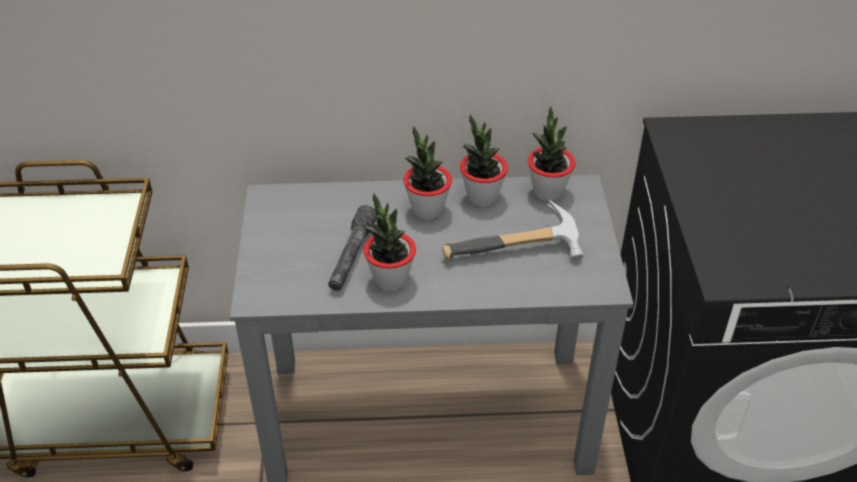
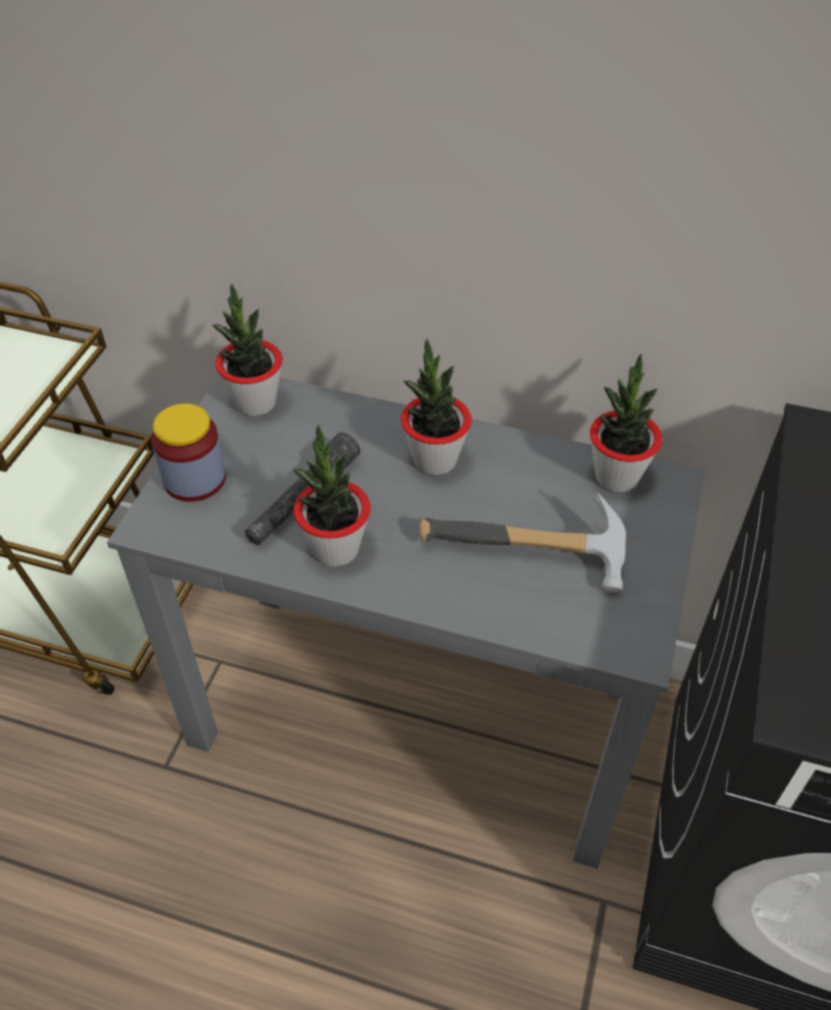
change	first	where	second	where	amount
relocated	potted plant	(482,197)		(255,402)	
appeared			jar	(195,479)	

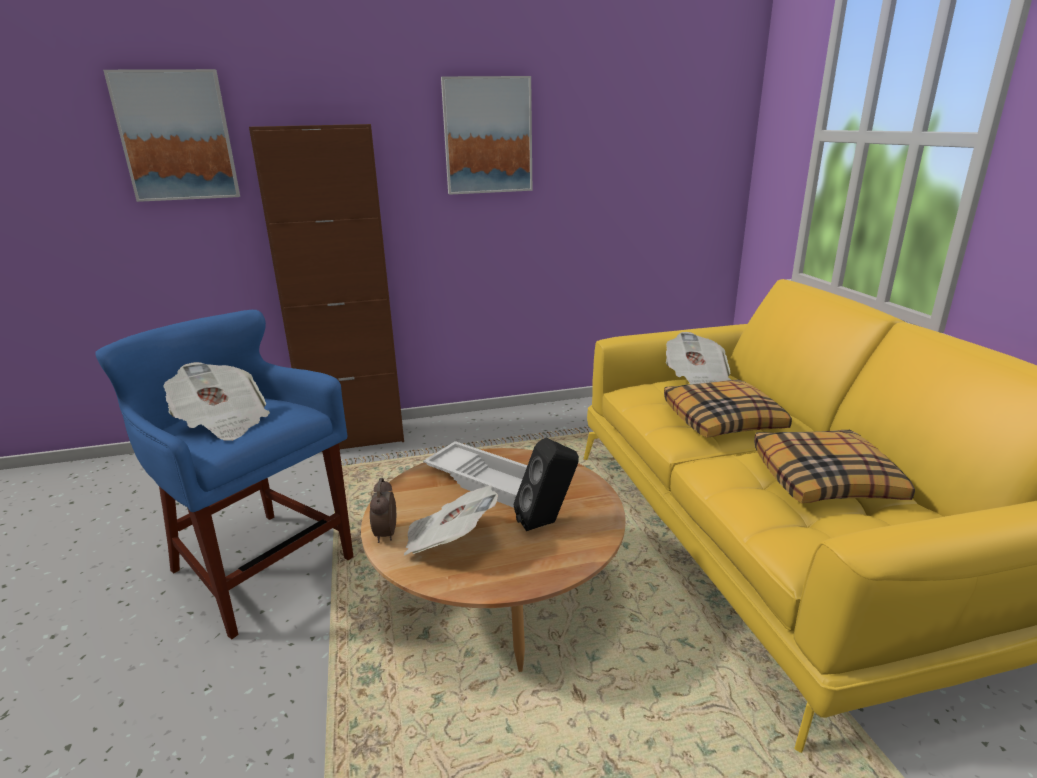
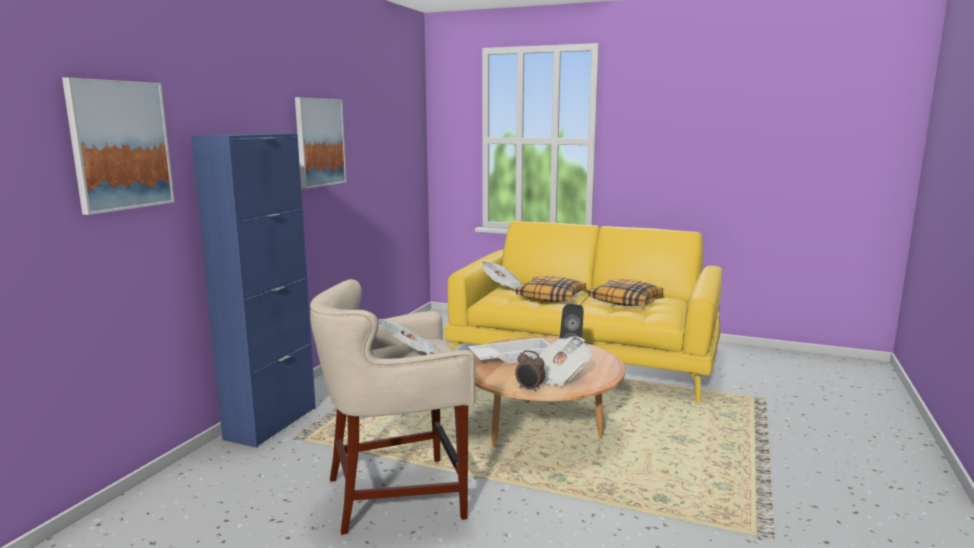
change	first	where	second	where	amount
colour	blue stool	(260,568)	beige stool	(398,495)	
colour	brown cabinet	(356,438)	blue cabinet	(271,423)	

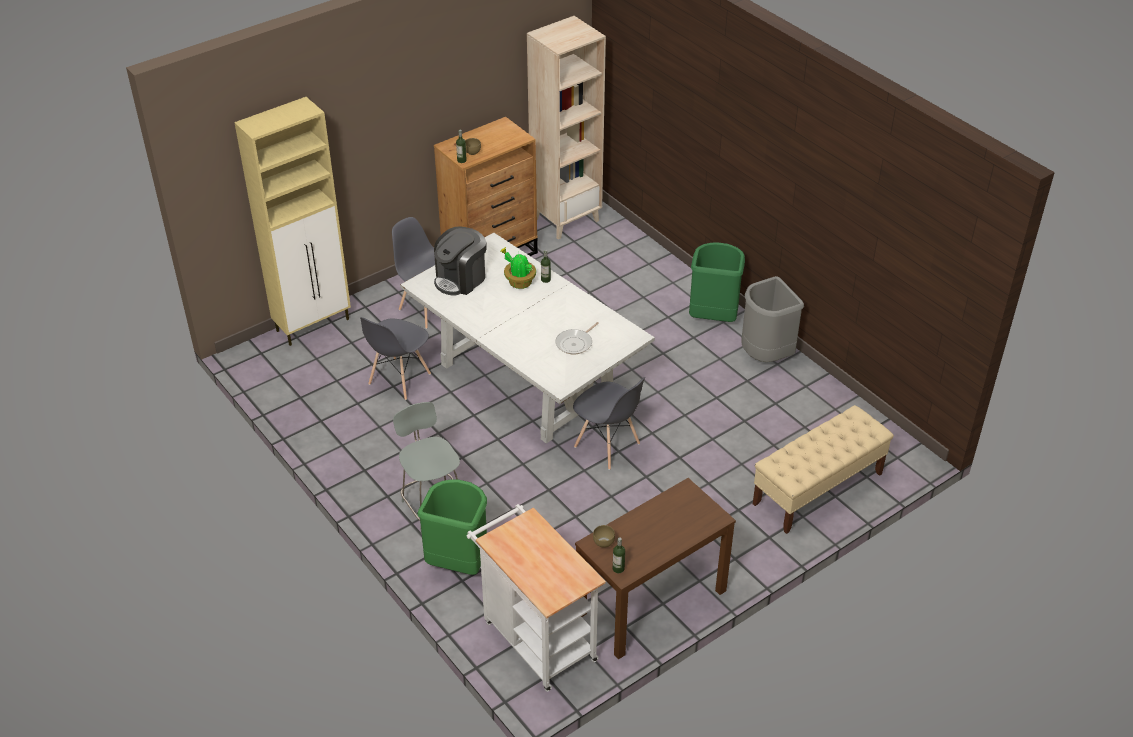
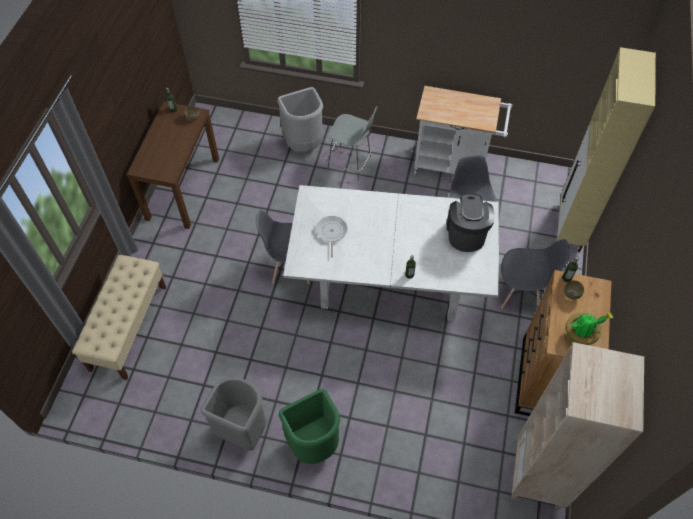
change	first	where	second	where	amount
colour	green trash can	(459,563)	grey trash can	(304,145)	
relocated	white cart	(535,637)		(454,165)	
relocated	potted plant	(519,282)		(580,335)	

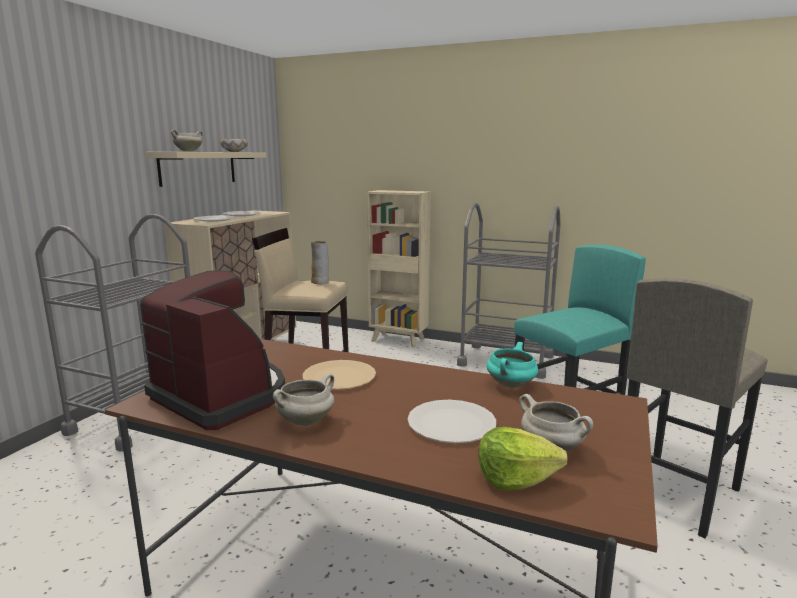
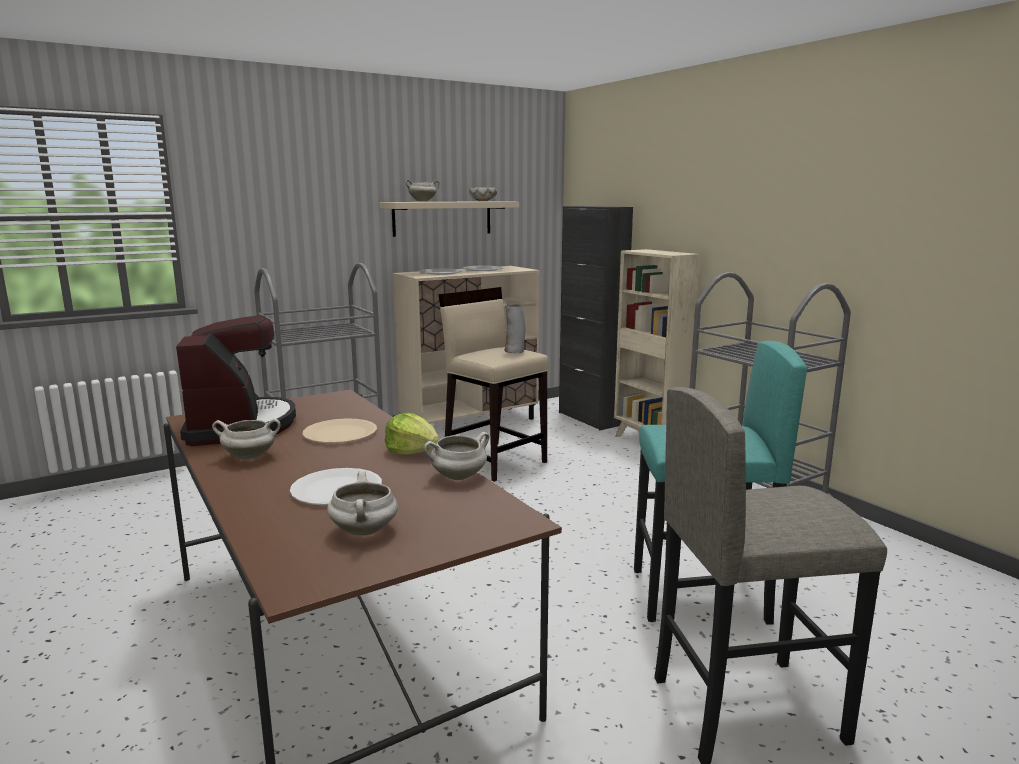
change	first	where	second	where	amount
relocated	lettuce	(515,478)		(412,451)	
colour	turquoise cooking pot	(511,385)	white cooking pot	(458,477)	
appeared			black cabinet	(590,418)	

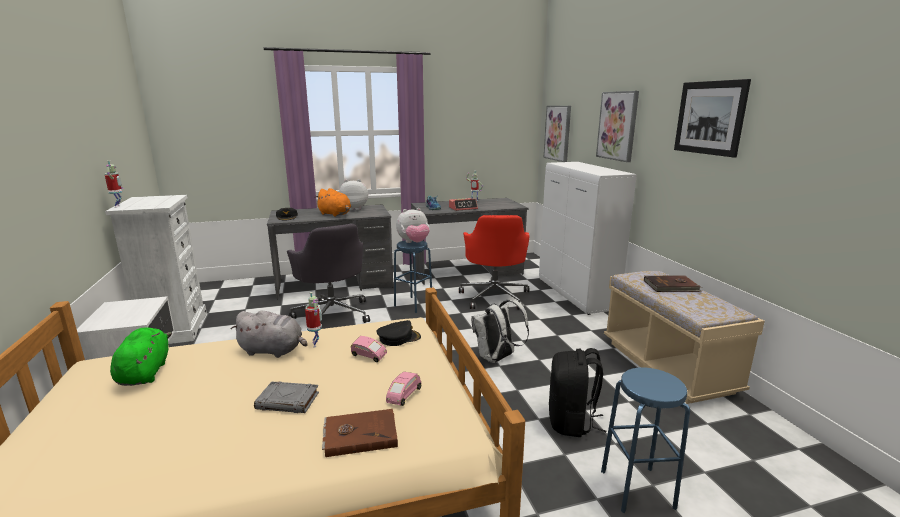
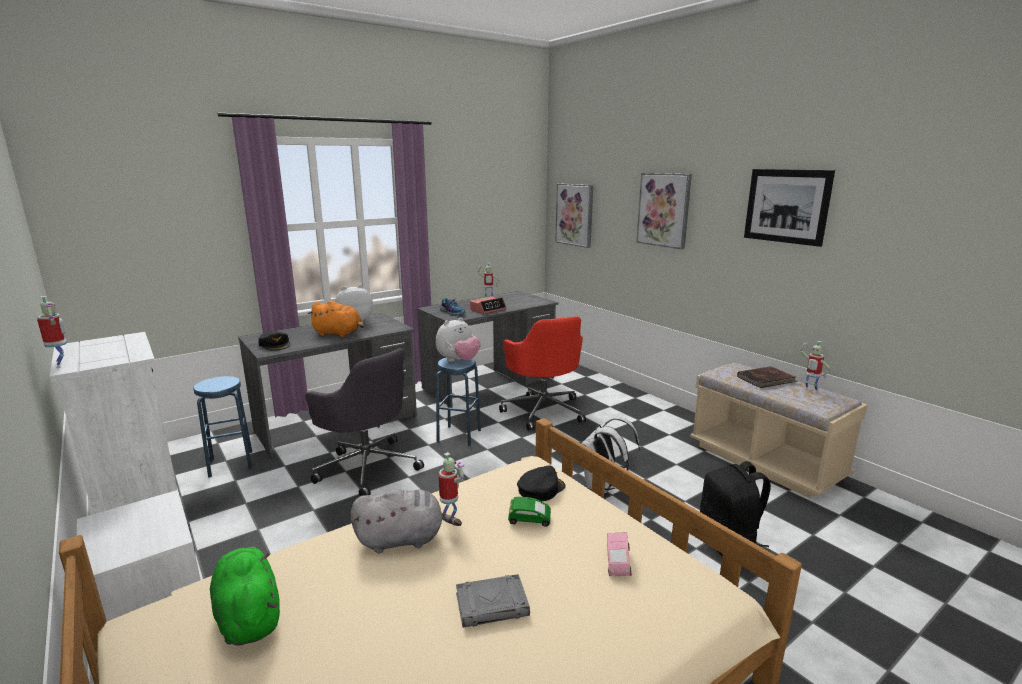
change	first	where	second	where	amount
missing	brown book	(360,434)			
colour	pink toy car	(368,356)	green toy car	(529,521)	
missing	white cabinet	(576,295)			
relocated	blue stool	(637,489)		(231,464)	
appeared			toy robot	(810,390)	

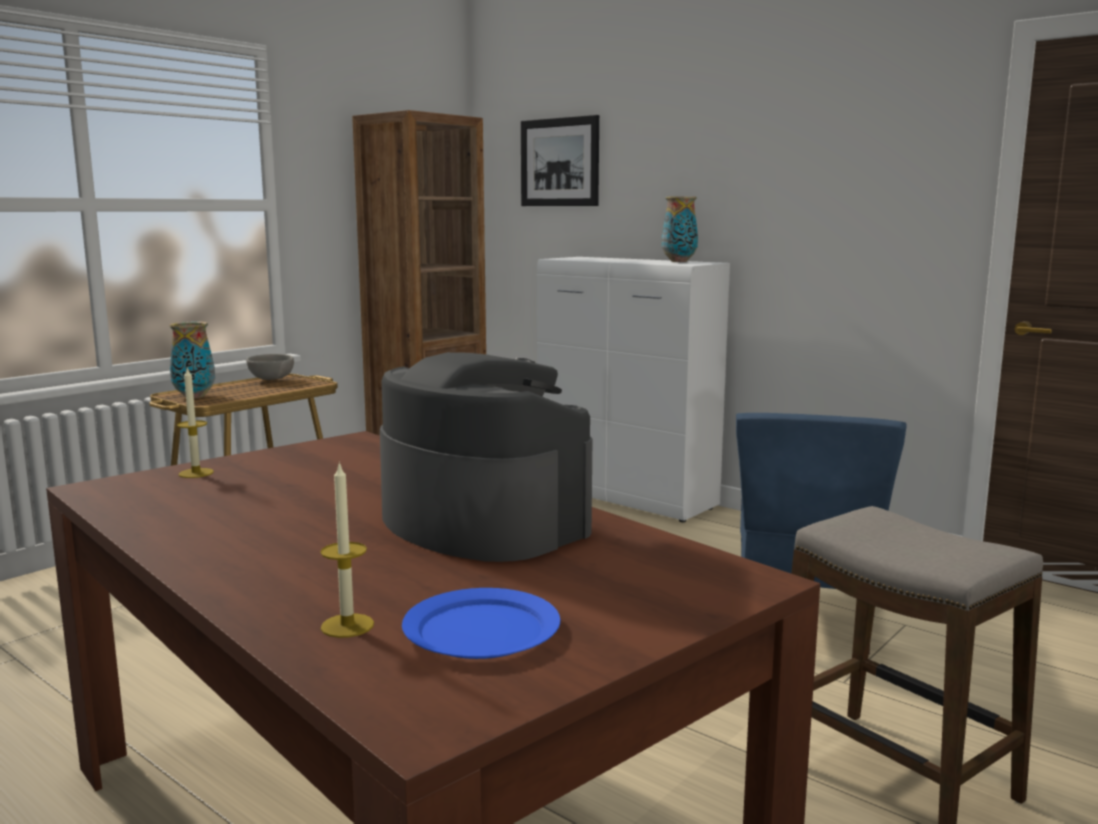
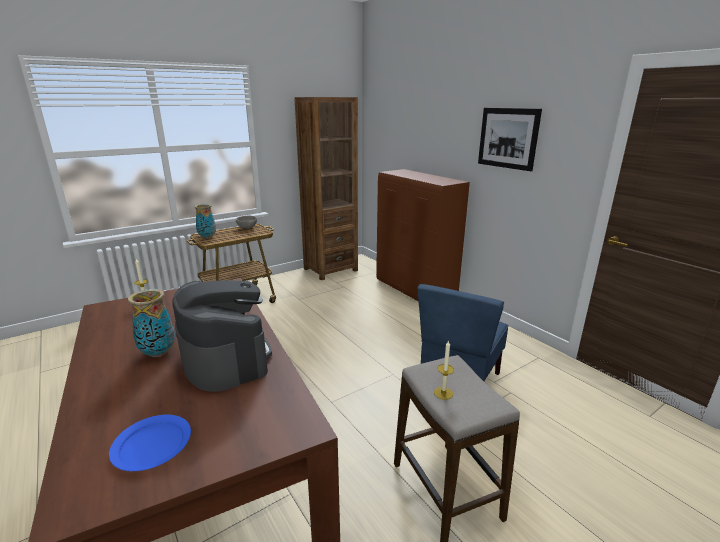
change	first	where	second	where	amount
relocated	candle	(347,625)		(443,393)	
relocated	picture	(559,162)		(508,138)	
colour	white cabinet	(627,498)	brown cabinet	(415,291)	
relocated	vase	(678,261)		(158,353)	

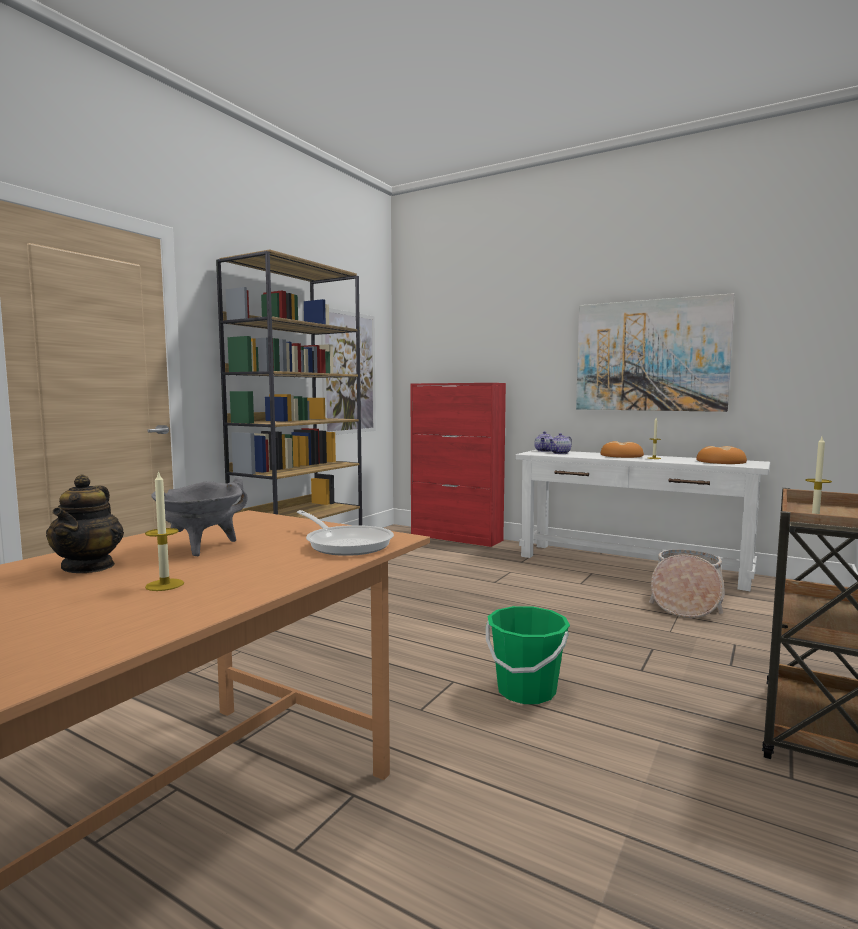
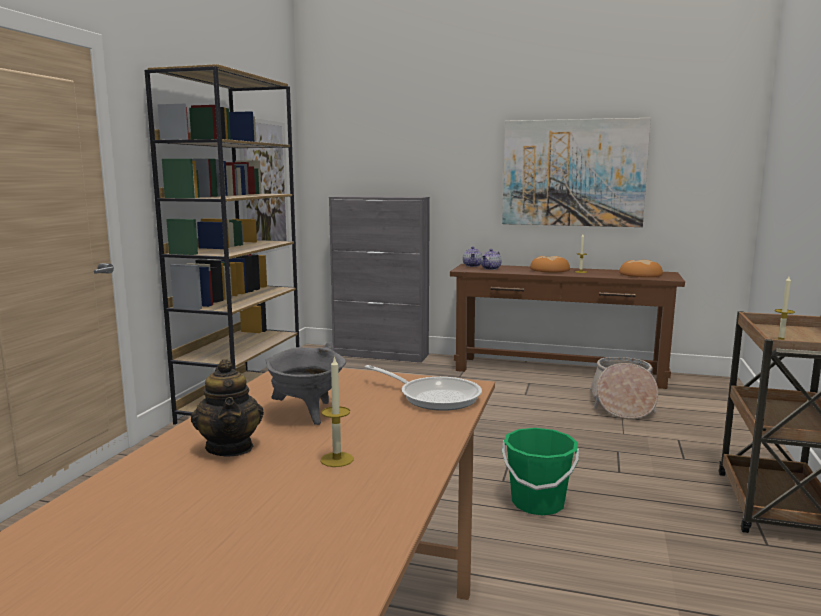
change	first	where	second	where	amount
colour	red cabinet	(456,537)	grey cabinet	(381,355)	
colour	white console table	(631,565)	brown console table	(558,372)	

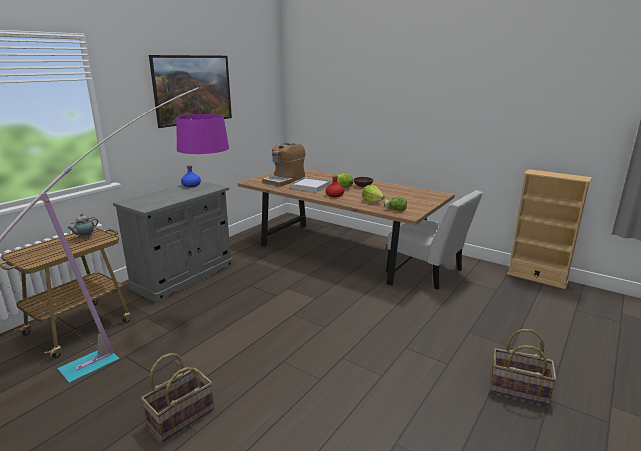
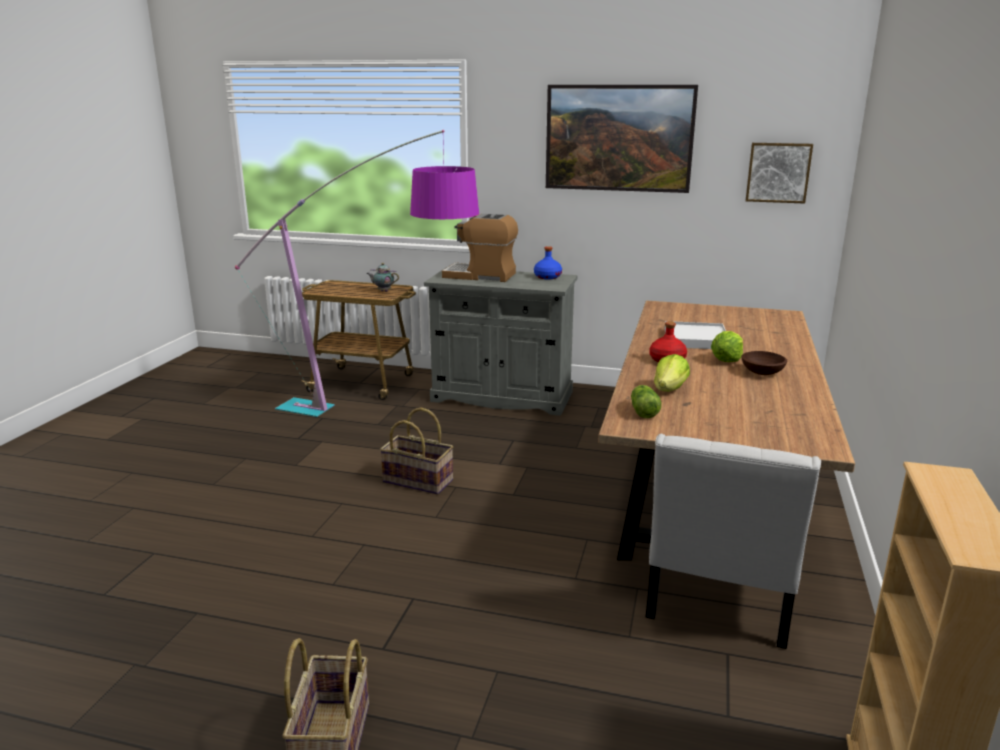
change	first	where	second	where	amount
relocated	basket	(181,416)		(419,480)	
relocated	coffee machine	(285,180)		(481,276)	
appeared			picture	(778,172)	

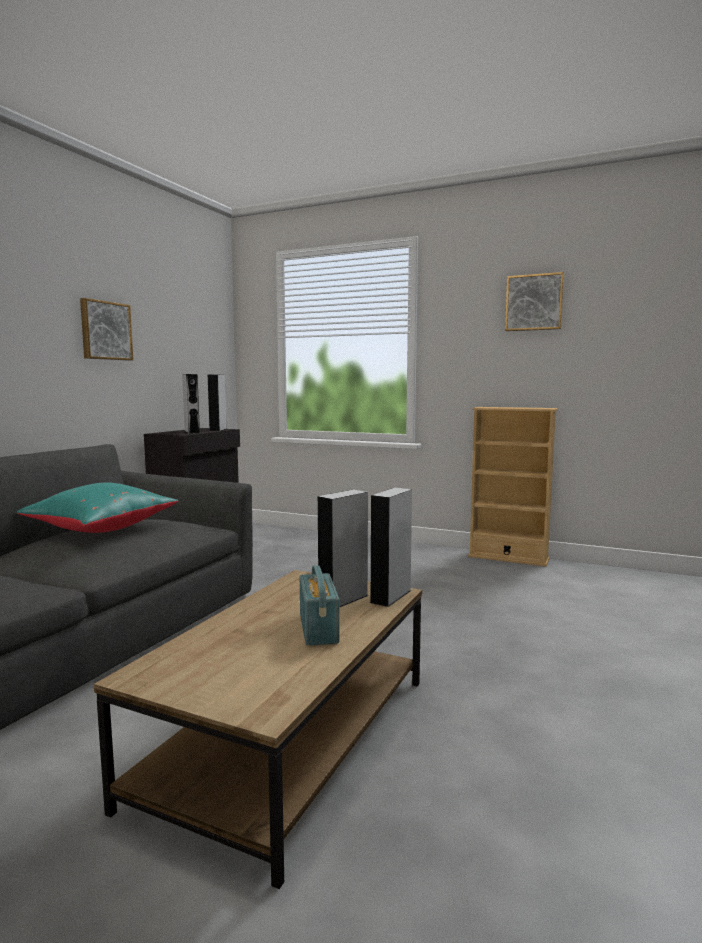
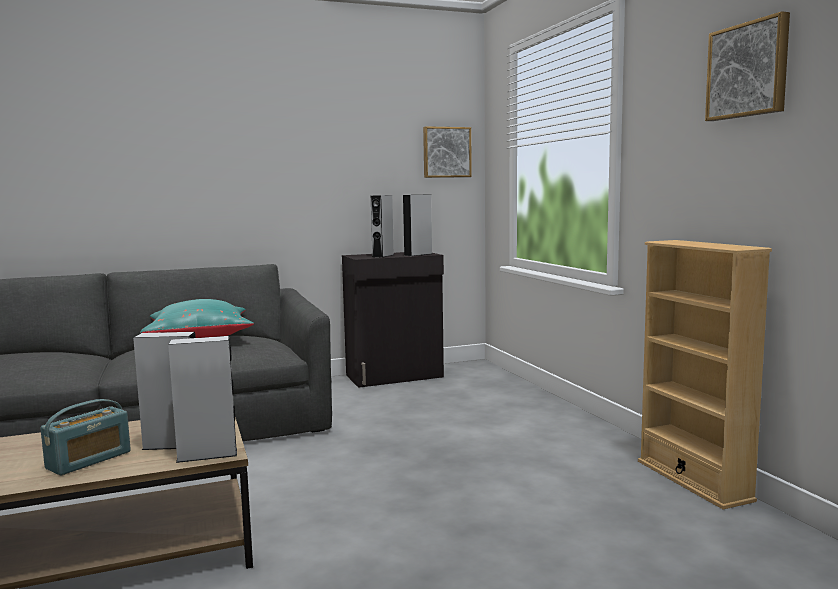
change	first	where	second	where	amount
relocated	picture	(105,331)		(446,152)	

